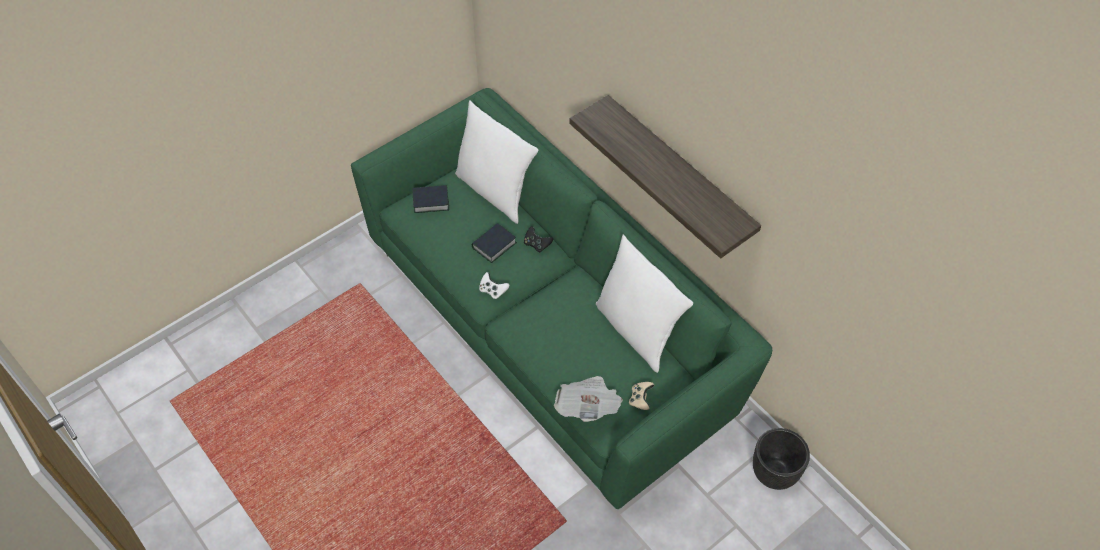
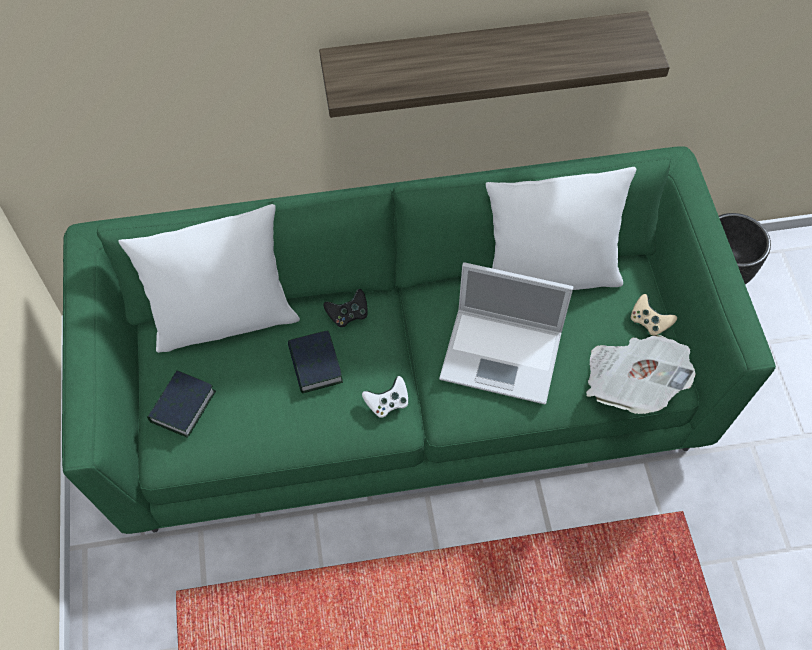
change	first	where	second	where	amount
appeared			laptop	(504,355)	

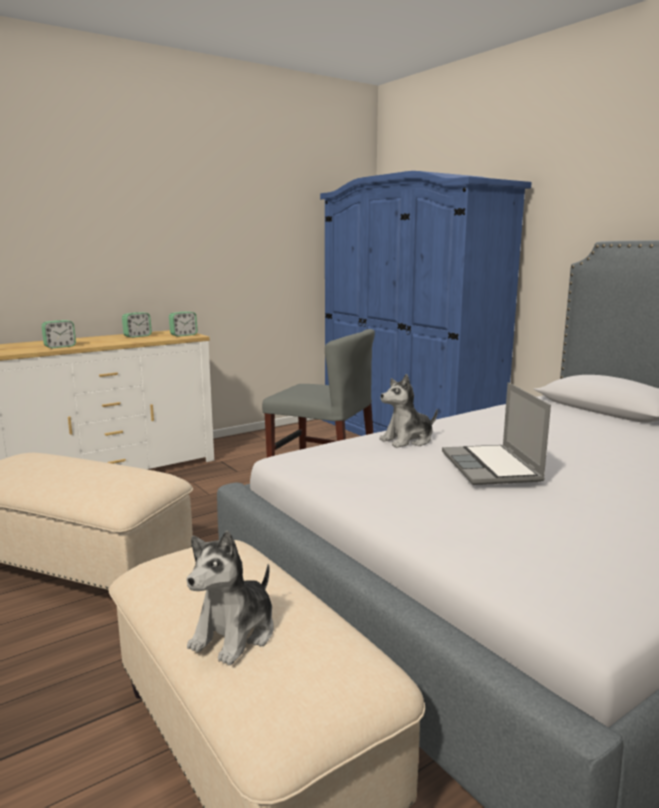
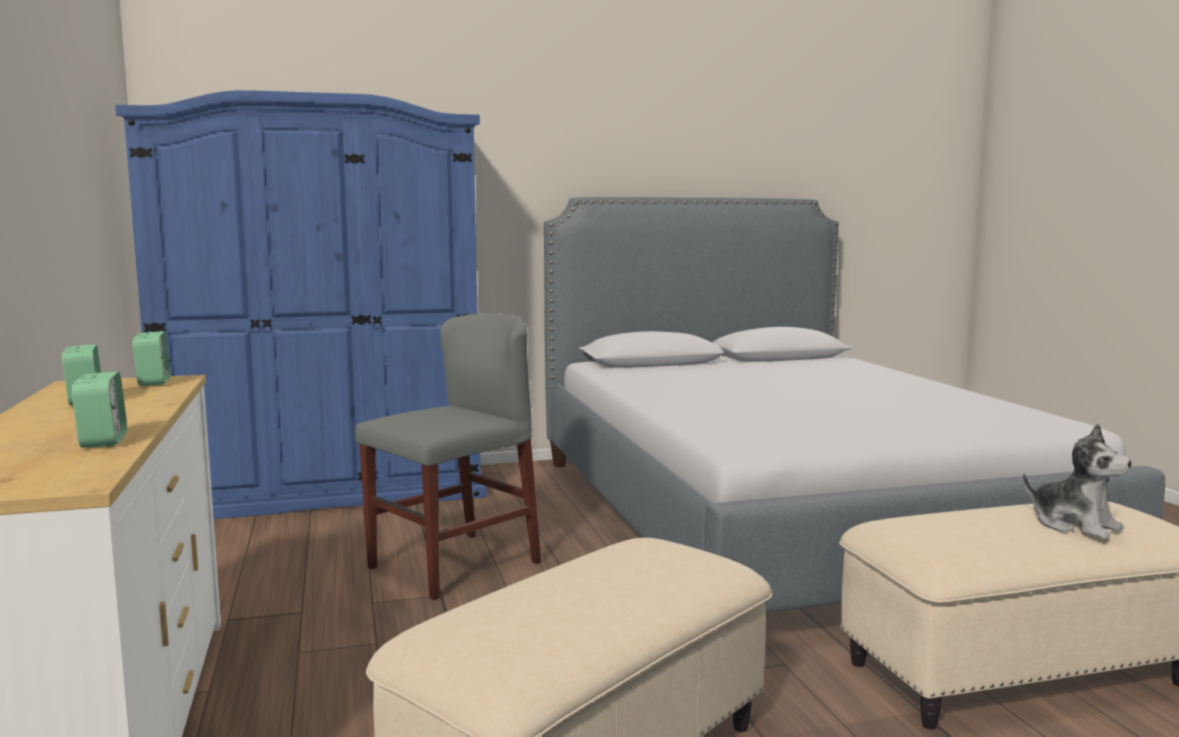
change	first	where	second	where	amount
missing	plush toy	(408,440)			
missing	laptop	(492,467)			

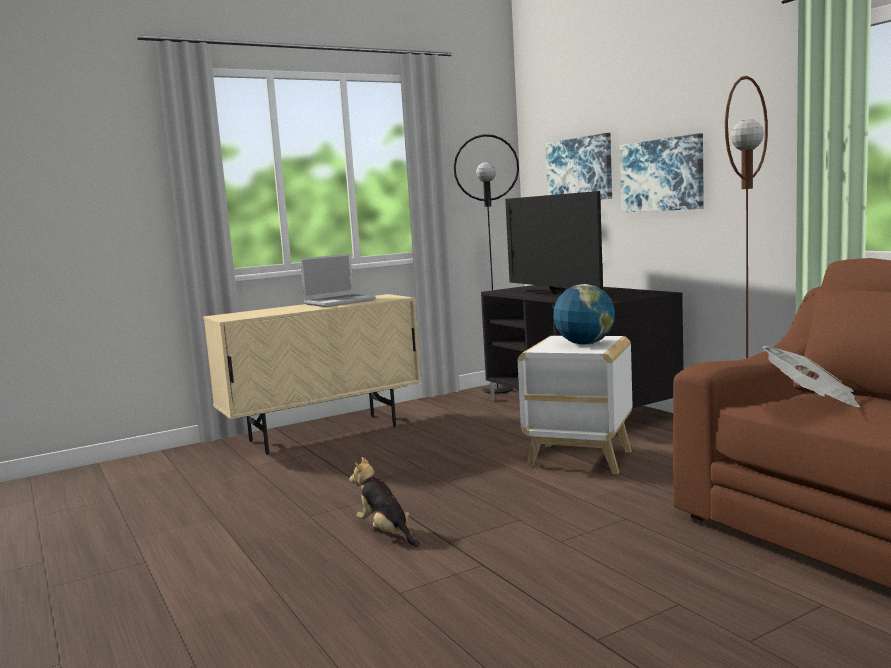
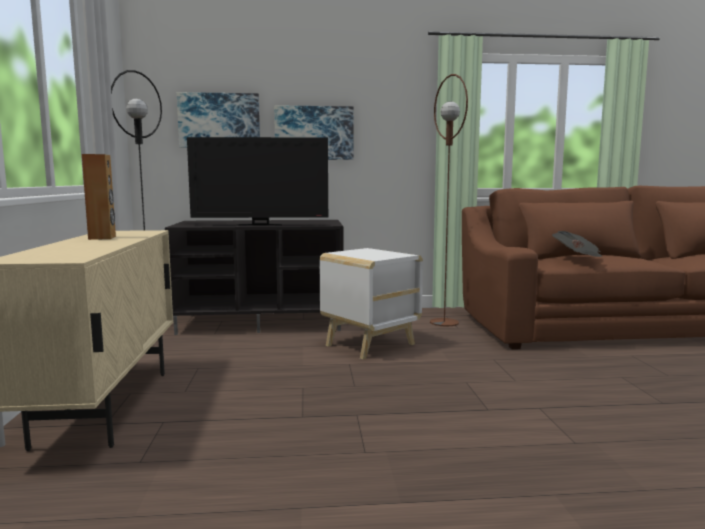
change	first	where	second	where	amount
exchanged	laptop	(340,302)	brown speaker	(102,238)	
missing	plush toy	(386,533)			
missing	globe	(584,344)			

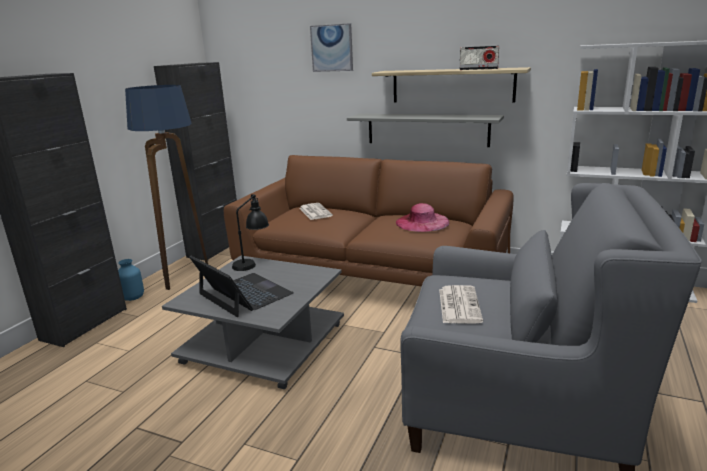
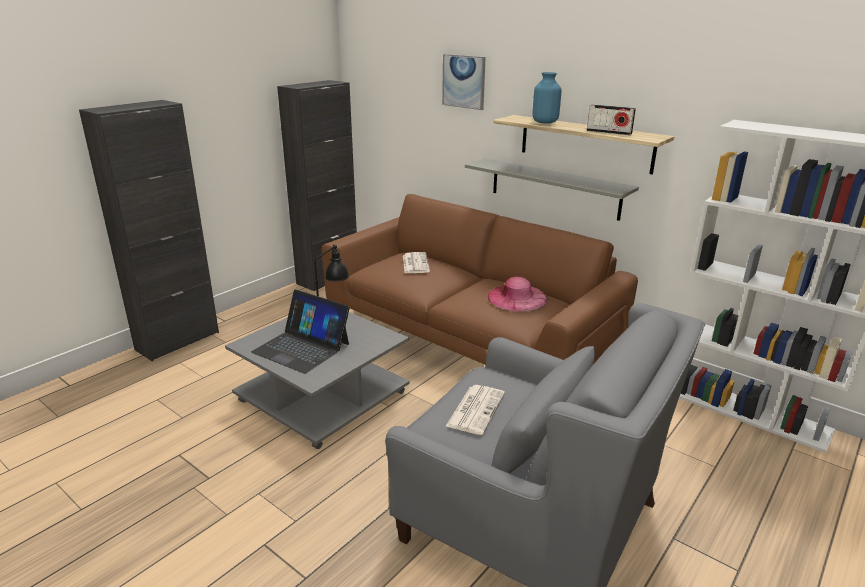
change	first	where	second	where	amount
relocated	blue vase	(133,297)		(545,122)	
missing	floor lamp	(186,278)			
spun	laptop	(244,294)		(302,348)	150 degrees clockwise

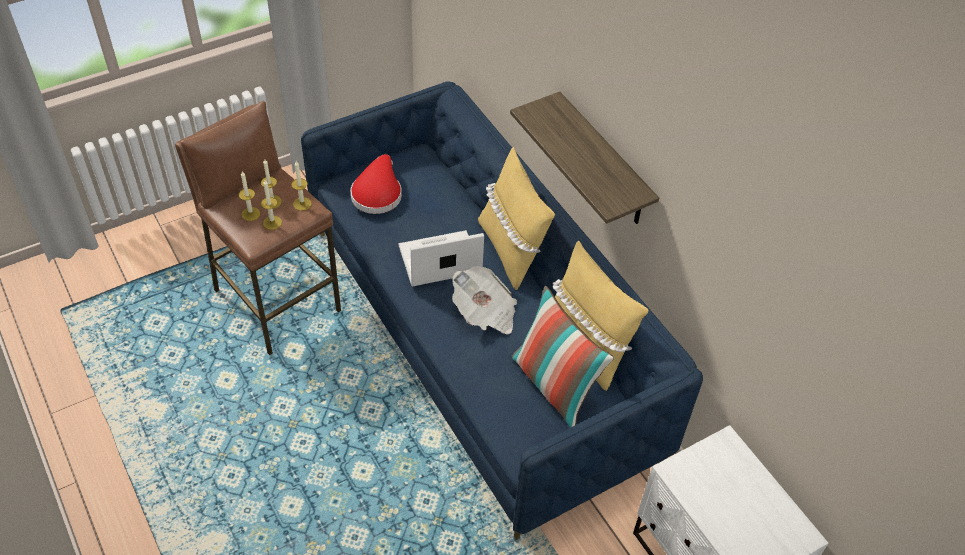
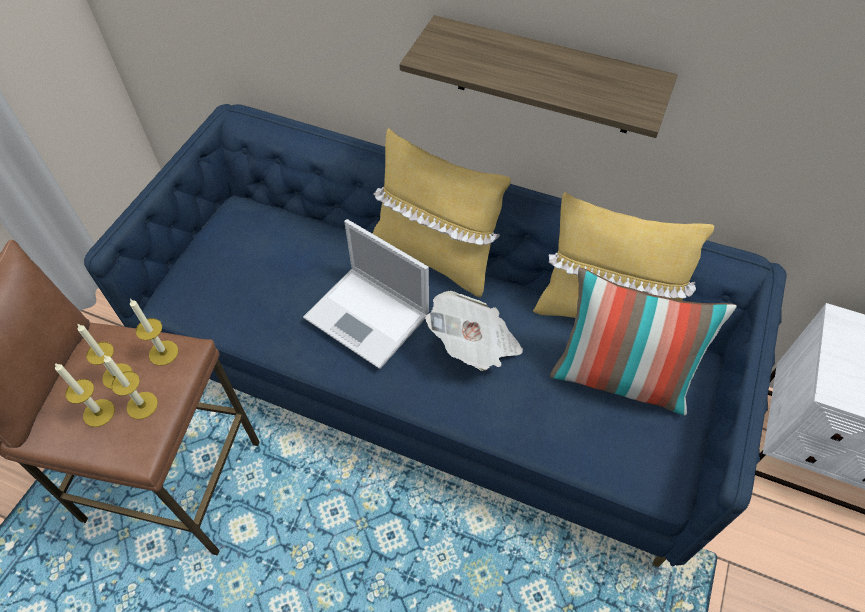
change	first	where	second	where	amount
missing	red hat	(377,193)			
spun	laptop	(438,260)		(368,317)	90 degrees counterclockwise

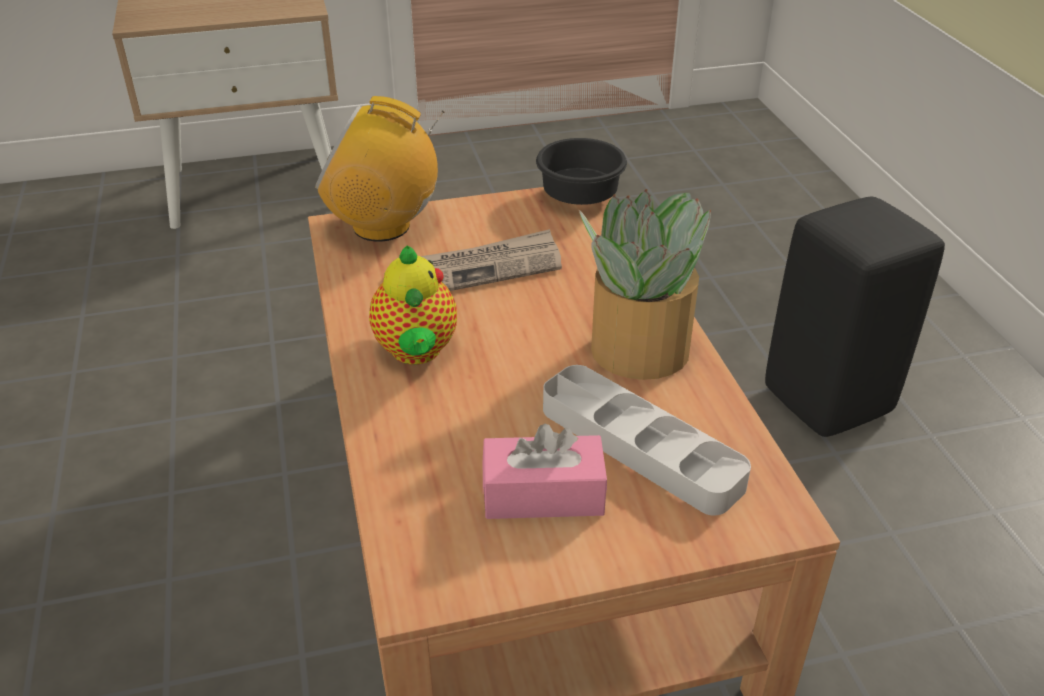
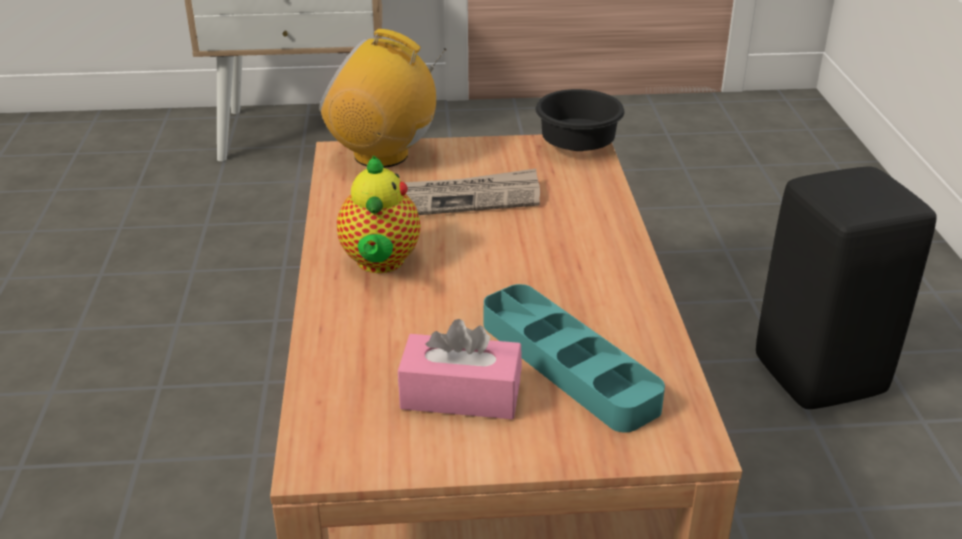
change	first	where	second	where	amount
colour	grey tray	(640,446)	turquoise tray	(567,364)	
missing	potted plant	(637,350)			

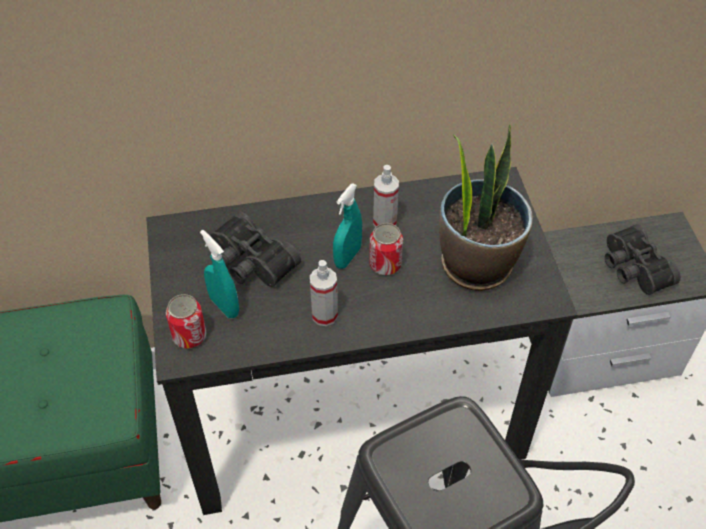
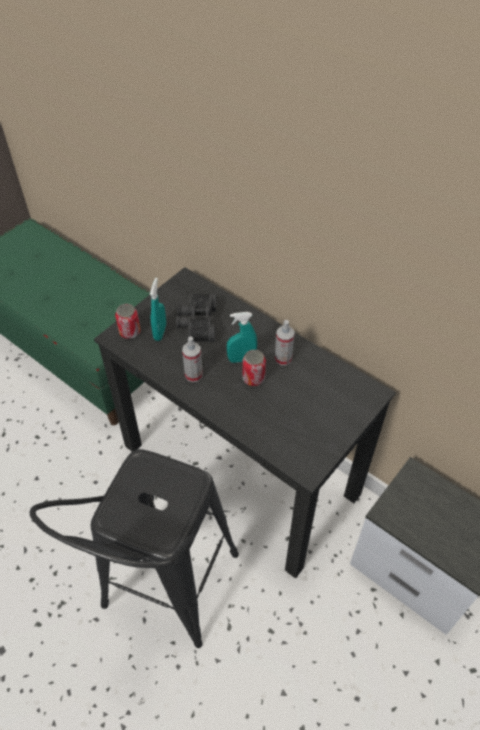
change	first	where	second	where	amount
missing	potted plant	(476,263)			
missing	black binoculars	(633,268)			

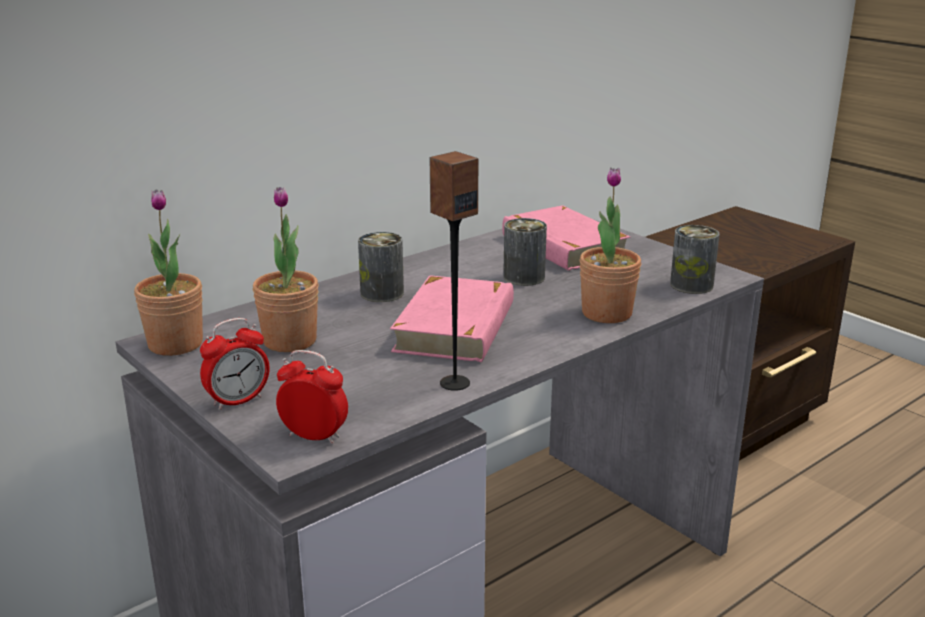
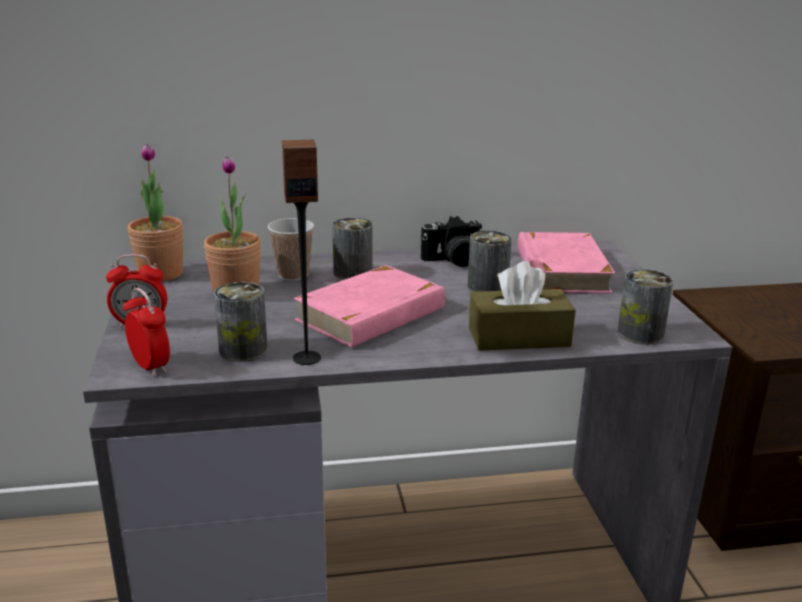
change	first	where	second	where	amount
exchanged	potted plant	(606,313)	brown tissue box	(519,337)	
appeared			can	(243,349)	
appeared			cup	(293,275)	
appeared			photo camera	(454,261)	

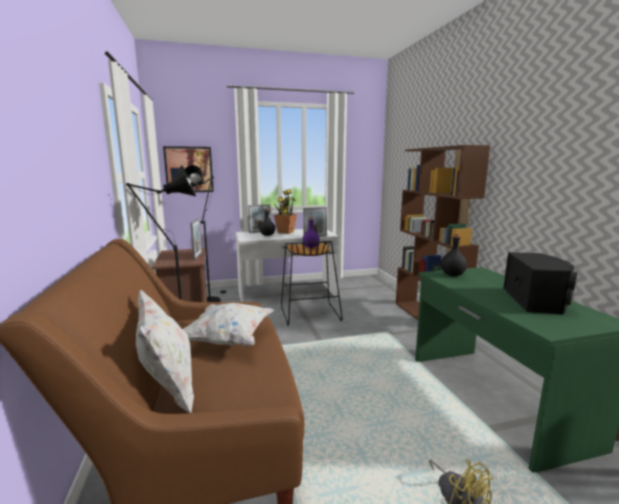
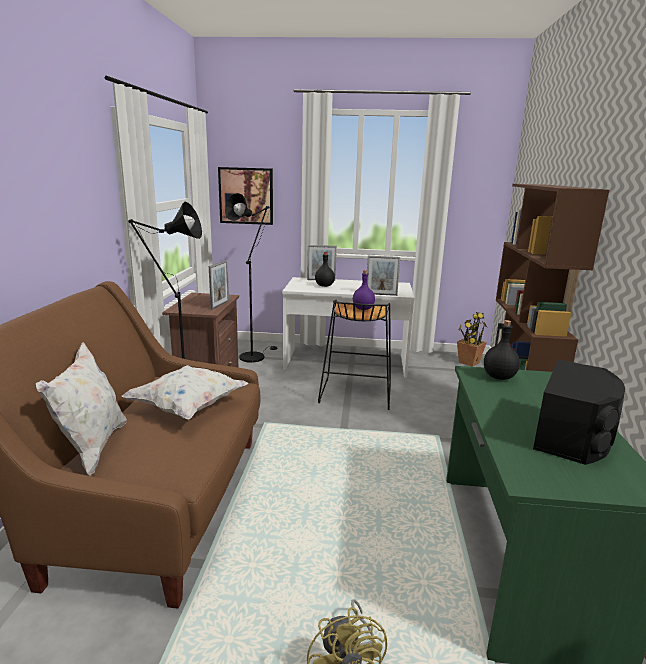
change	first	where	second	where	amount
relocated	potted plant	(285,232)		(469,362)	

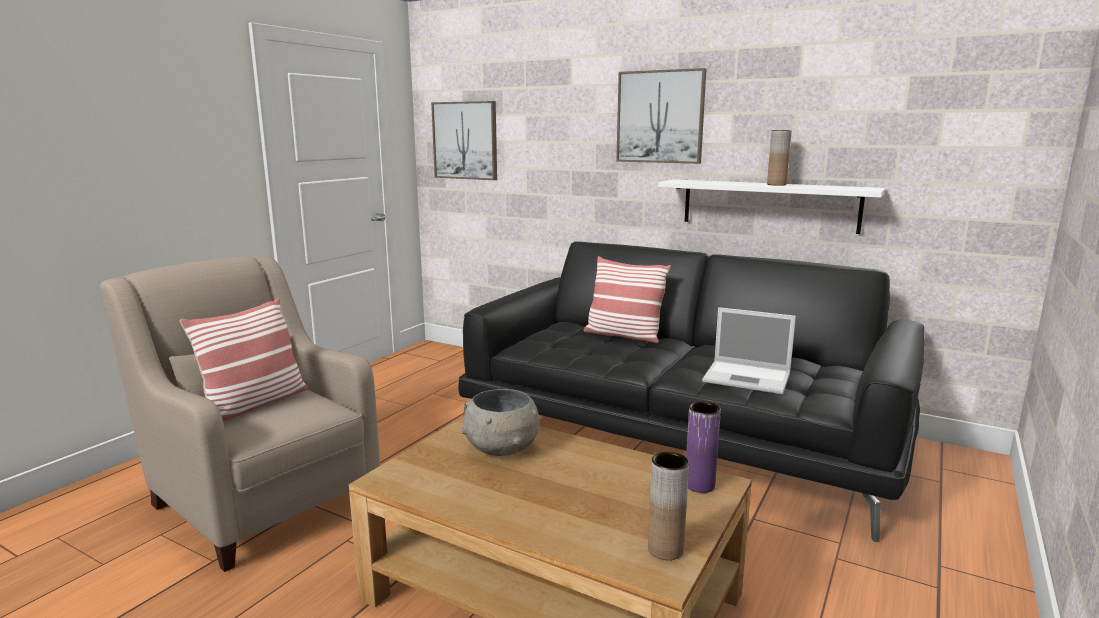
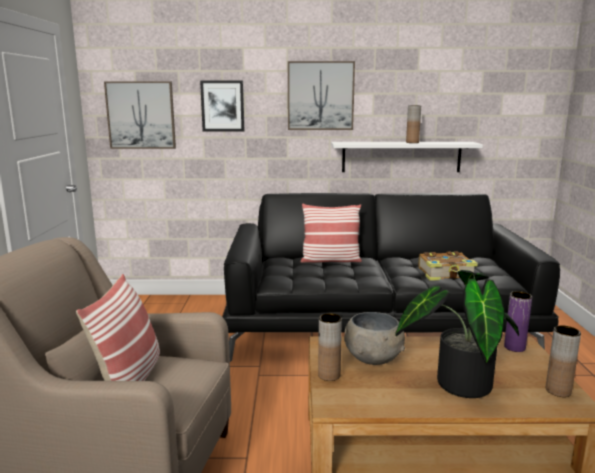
change	first	where	second	where	amount
exchanged	laptop	(748,377)	book	(446,274)	
appeared			picture	(222,106)	
appeared			brown vase	(329,375)	
appeared			potted plant	(457,382)	

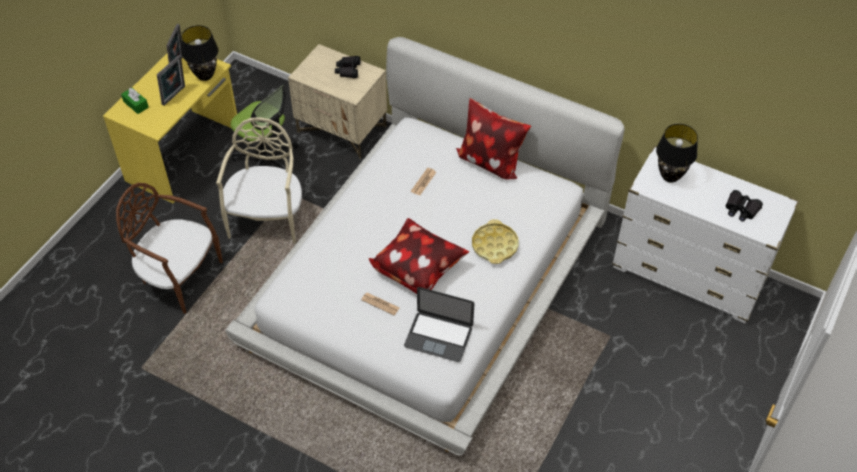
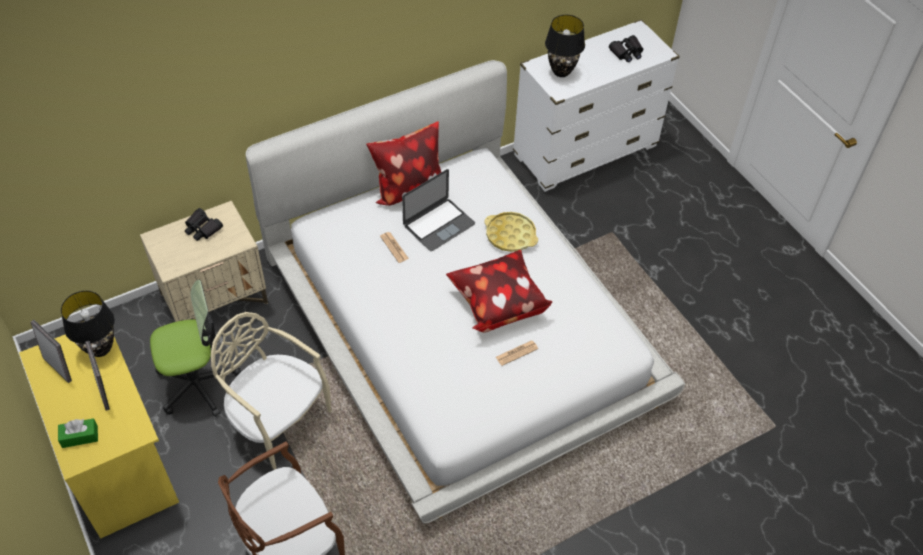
change	first	where	second	where	amount
relocated	laptop	(438,336)		(439,224)	

